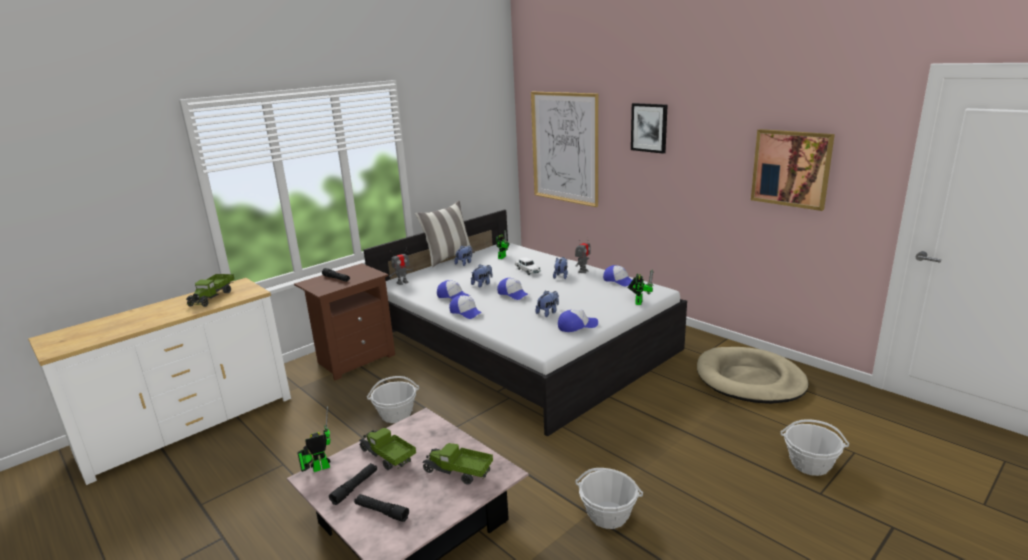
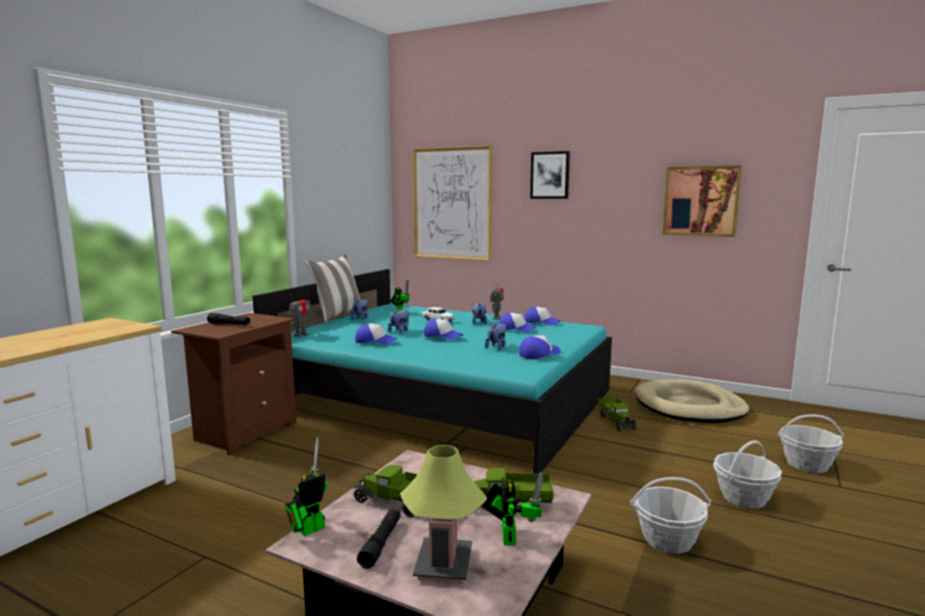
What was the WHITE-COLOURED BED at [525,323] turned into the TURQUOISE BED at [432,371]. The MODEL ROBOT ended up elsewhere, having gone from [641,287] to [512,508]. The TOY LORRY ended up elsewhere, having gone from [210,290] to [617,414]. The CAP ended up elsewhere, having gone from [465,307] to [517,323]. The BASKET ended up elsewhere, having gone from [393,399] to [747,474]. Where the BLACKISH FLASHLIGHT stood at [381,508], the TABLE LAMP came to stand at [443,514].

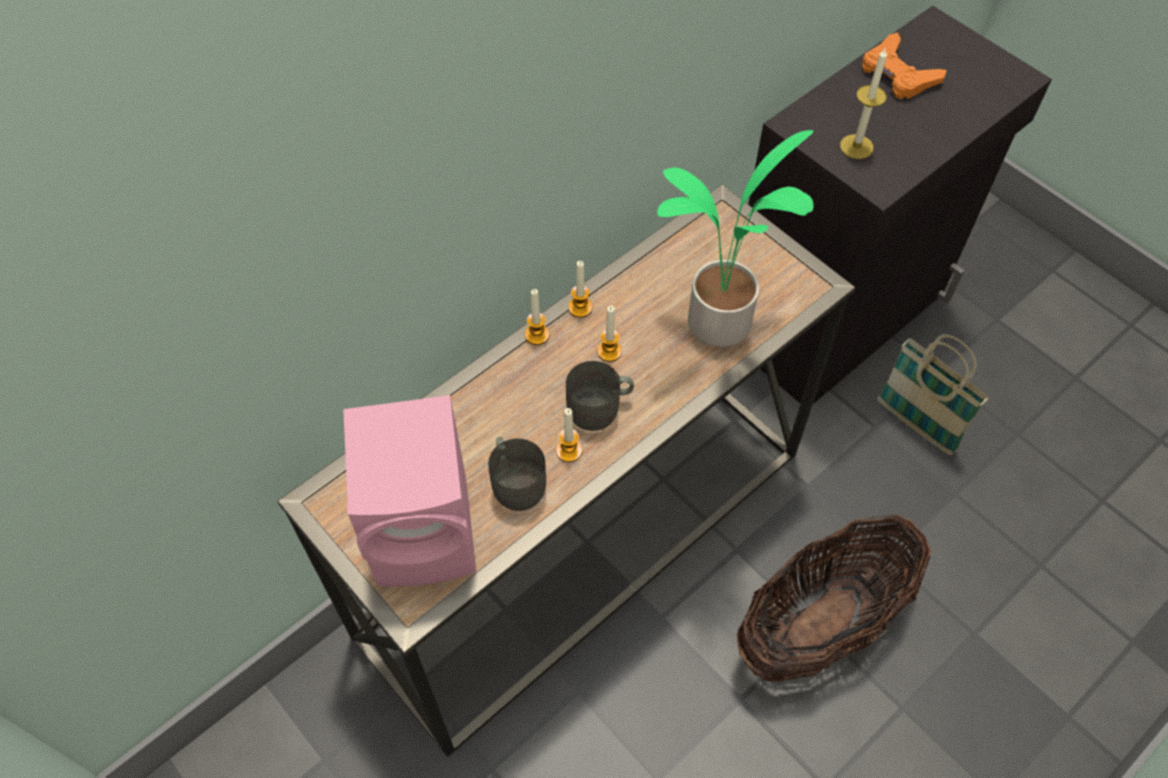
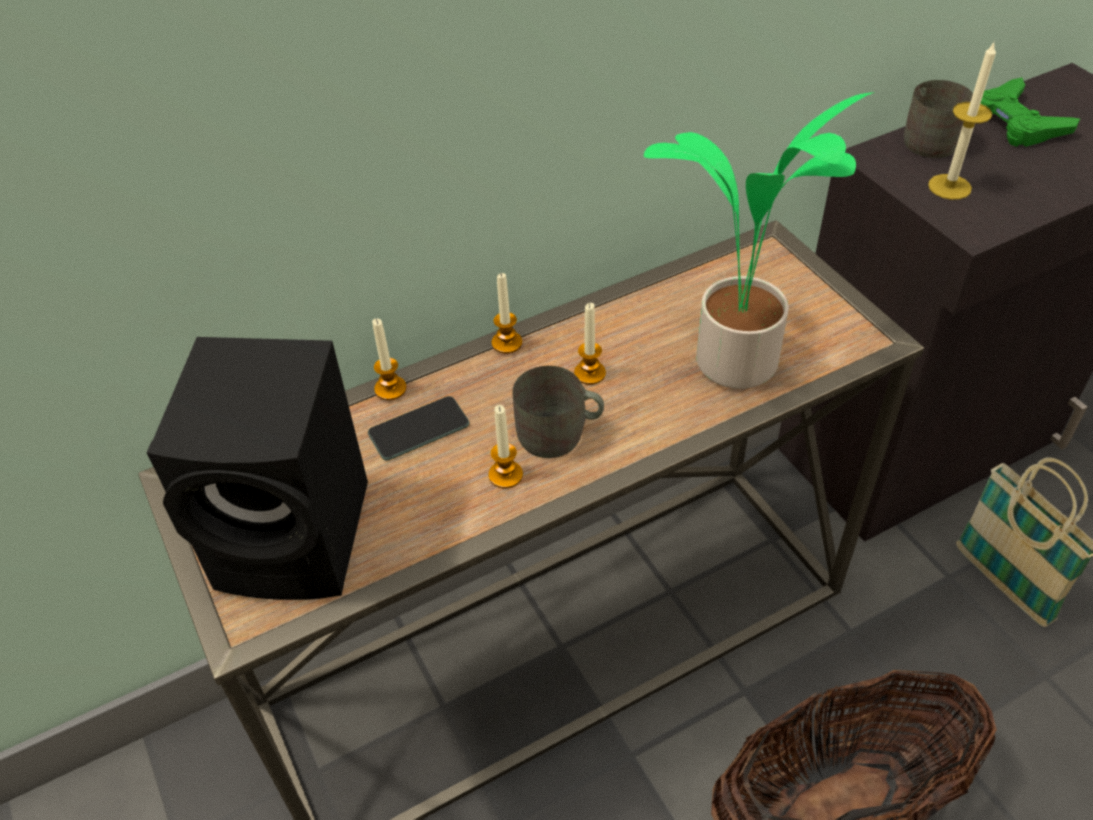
What was the ORANGE GAME CONTROLLER at [904,65] turned into the GREEN GAME CONTROLLER at [1030,112]. The WAX LIGHT ended up elsewhere, having gone from [580,289] to [389,359]. What was the PINK LOUDSPEAKER at [410,491] turned into the BLACKISH LOUDSPEAKER at [257,468]. The GREYISH COFFEE MUG ended up elsewhere, having gone from [517,474] to [938,119]. The second view gained the HANDSET at [418,428].

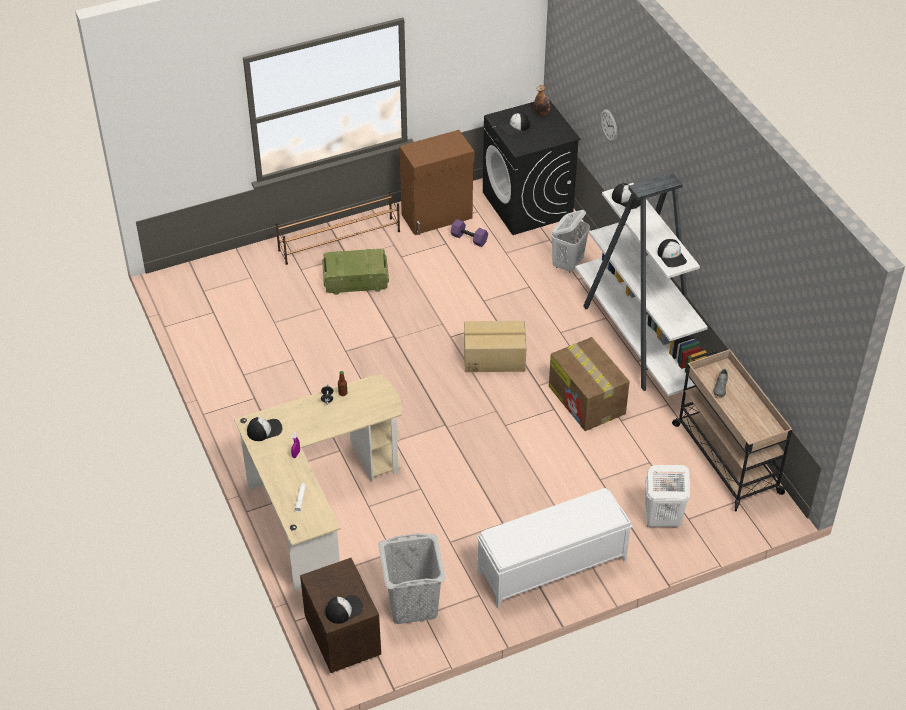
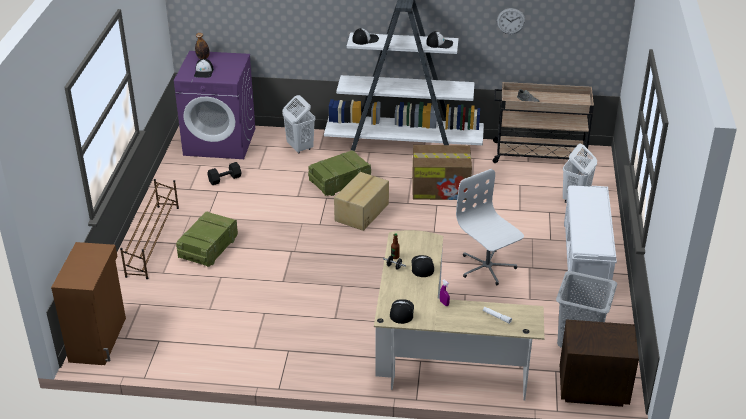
What was the BLACKISH WASHING MACHINE at [532,167] turned into the PURPLE-COLOURED WASHING MACHINE at [214,105]. The HANGING CLOCK ended up elsewhere, having gone from [609,125] to [511,21]. The BROWN-COLOURED CABINET ended up elsewhere, having gone from [437,182] to [88,303]. What was the PURPLE-COLOURED FREE WEIGHT at [469,233] turned into the BLACKISH FREE WEIGHT at [224,173]. The CAP ended up elsewhere, having gone from [344,609] to [422,266]. The second view gained the CRATE at [339,173]. The second view gained the WHITE-COLOURED OFFICE CHAIR at [490,227].

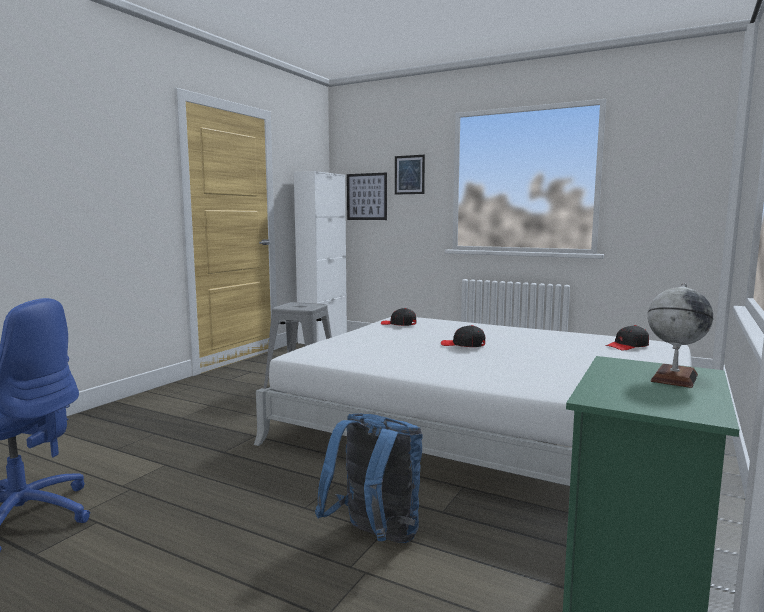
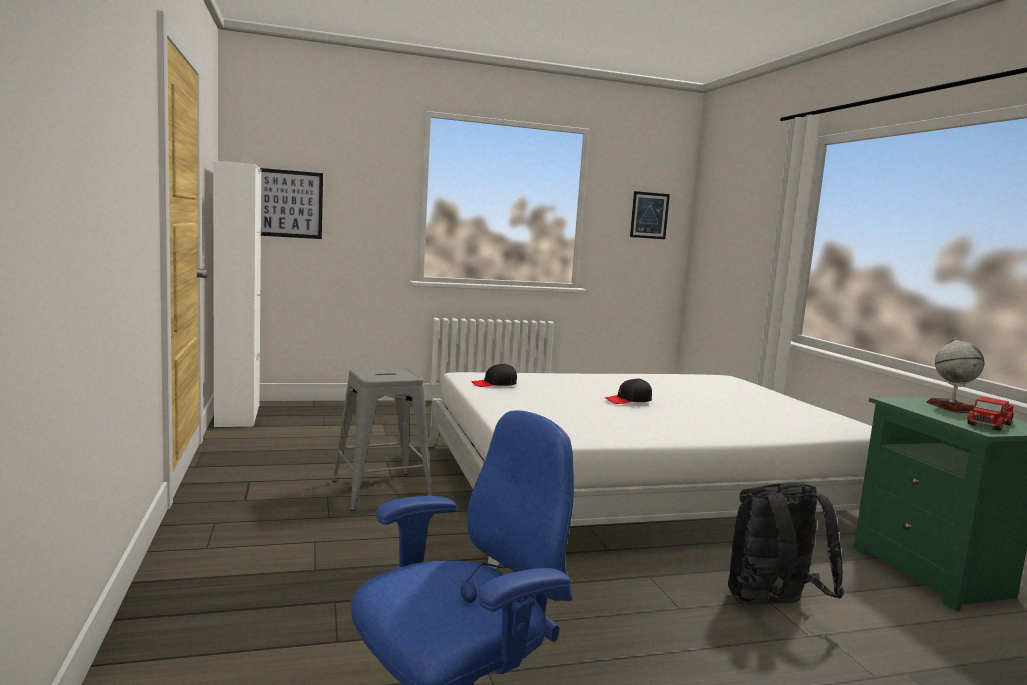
The WALL PICTURE ended up elsewhere, having gone from [410,175] to [650,215]. The second view lost the BLACKISH CAP at [627,337]. What was the BLUE RUCKSACK at [369,478] turned into the BLACKISH RUCKSACK at [786,544]. The second view gained the TOY LORRY at [990,414].

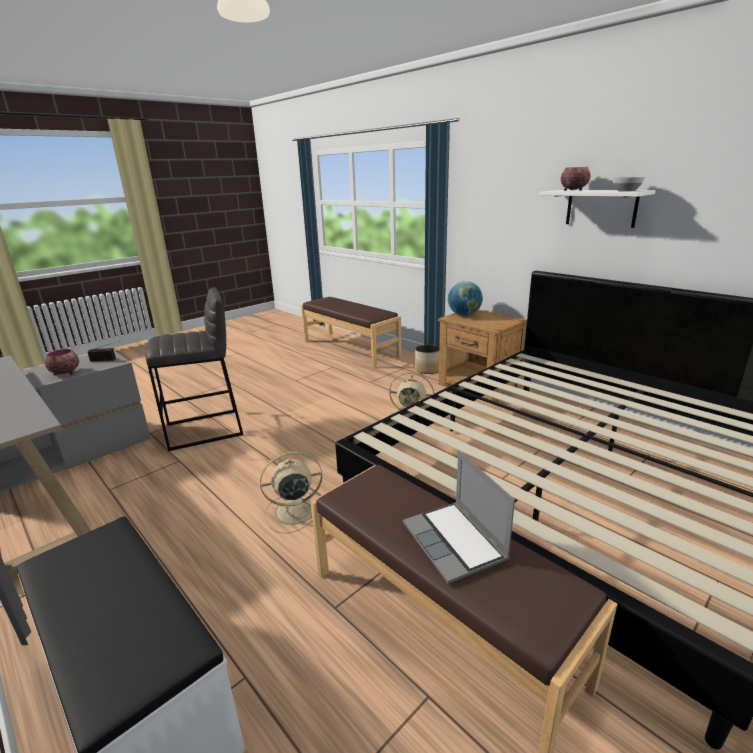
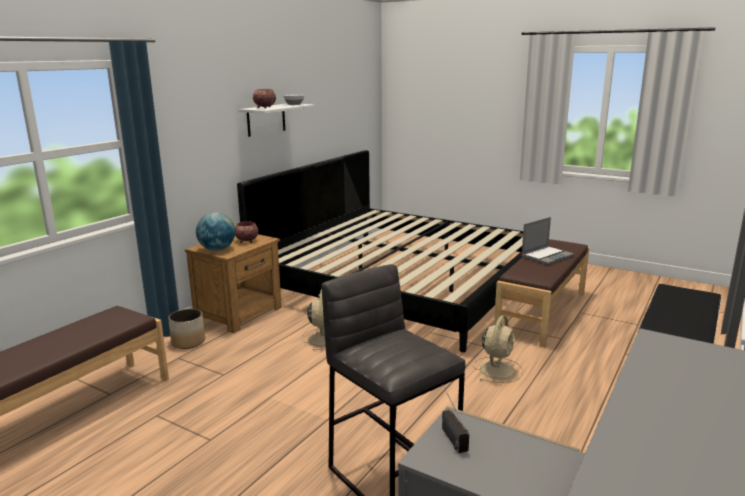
The SERVING BOWL ended up elsewhere, having gone from [62,362] to [246,232]. The BEIGE-COLOURED COOLING FAN at [291,492] ended up facing another way, 120 degrees counterclockwise from before.

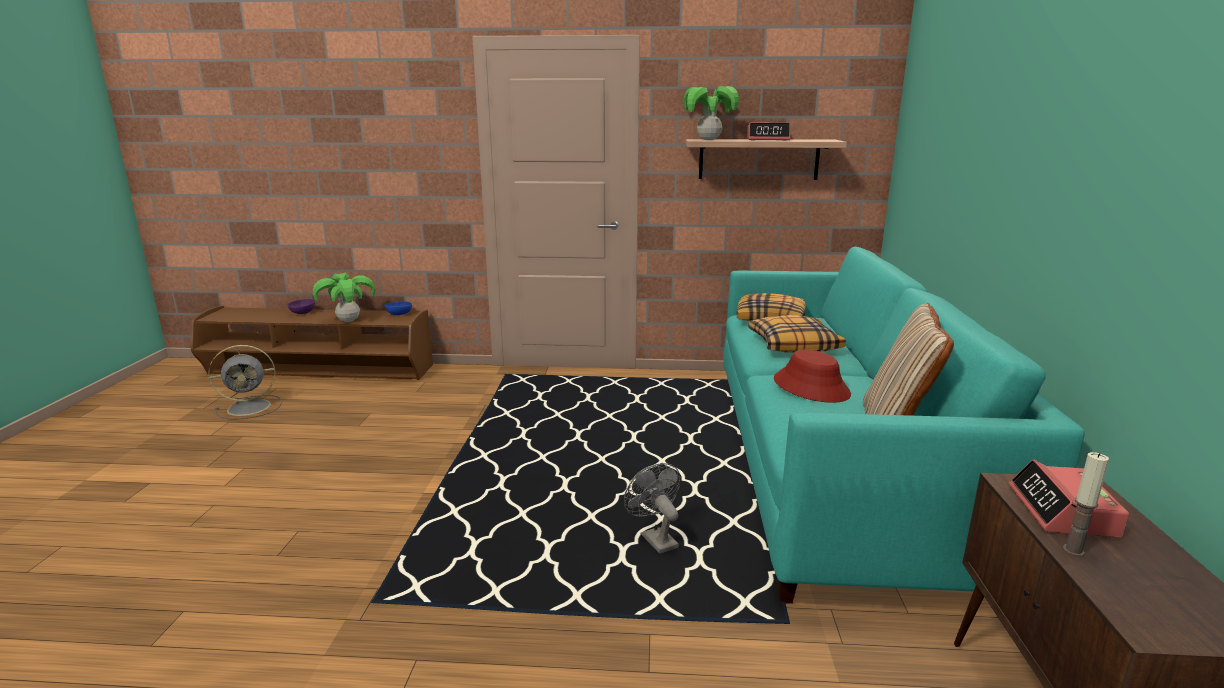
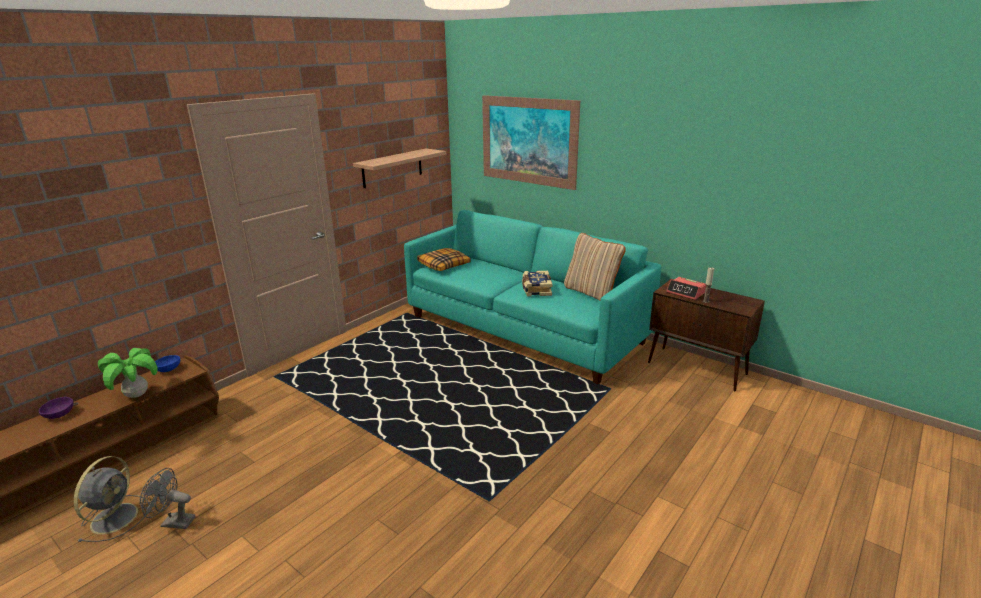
The second view lost the HOUSEPLANT at [711,113]. The second view lost the BEDSIDE CLOCK at [768,132]. The second view lost the PILLOW at [797,334]. Where the RED CLOTHING HAT stood at [812,376], the BOOK came to stand at [537,283]. The GREYISH COOLING FAN ended up elsewhere, having gone from [652,508] to [167,498]. The second view gained the WALL PICTURE at [531,142].

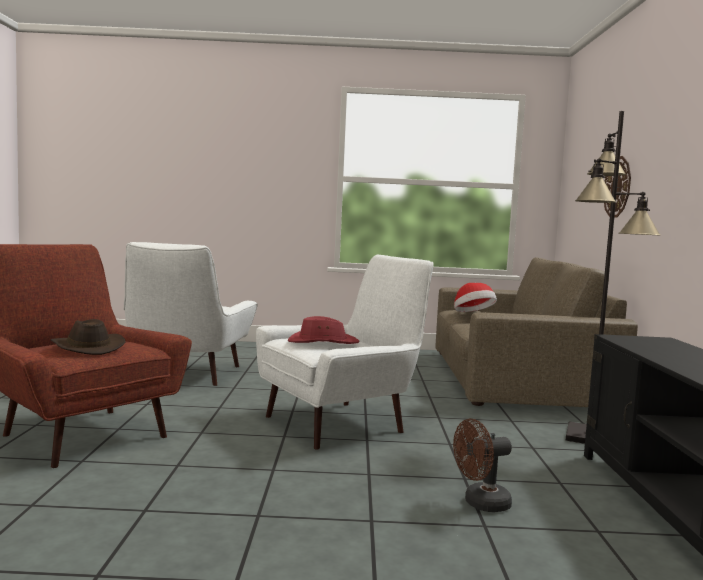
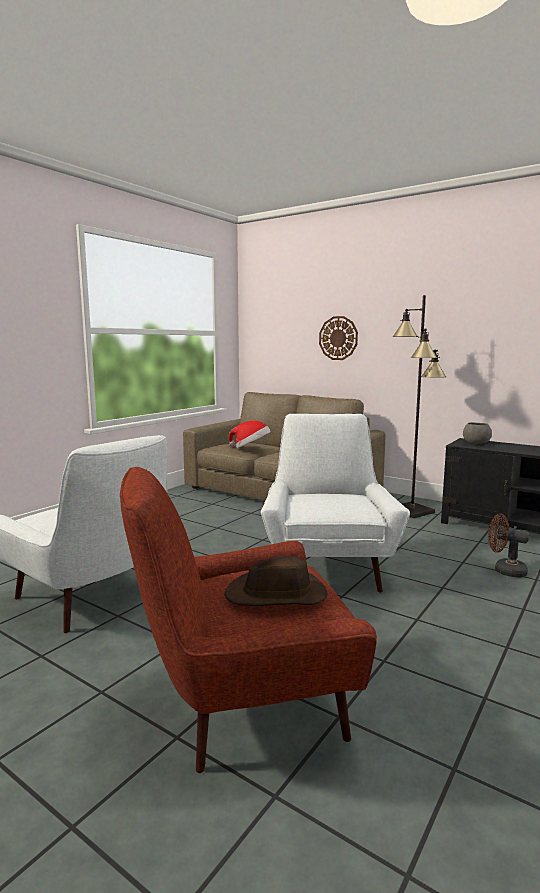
The second view lost the RED CLOTHING HAT at [324,330]. The BROWN-COLOURED COOLING FAN at [482,465] ended up facing another way, 105 degrees clockwise from before. The second view gained the GREYISH SERVING BOWL at [477,433].

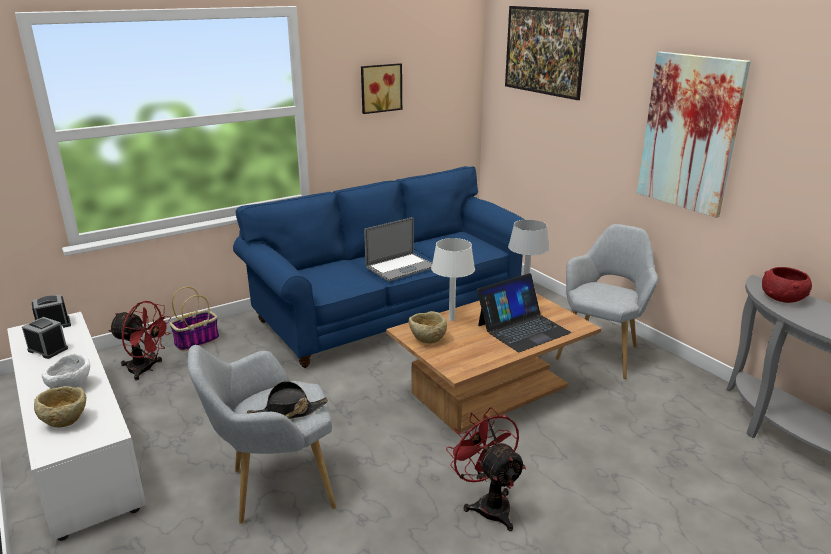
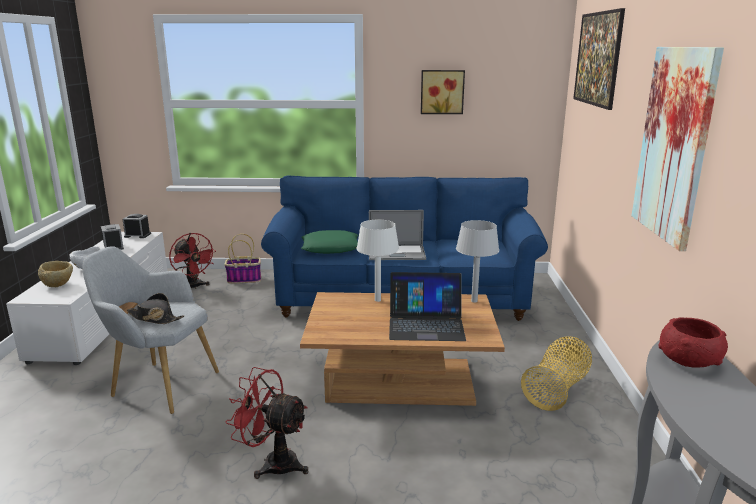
Where the GREYISH ARMCHAIR stood at [607,301], the BASKET came to stand at [556,373]. The second view lost the BEIGE-COLOURED SERVING BOWL at [428,327]. The RED COOLING FAN at [486,469] ended up facing another way, 75 degrees counterclockwise from before. The second view gained the GREEN PILLOW at [329,242].

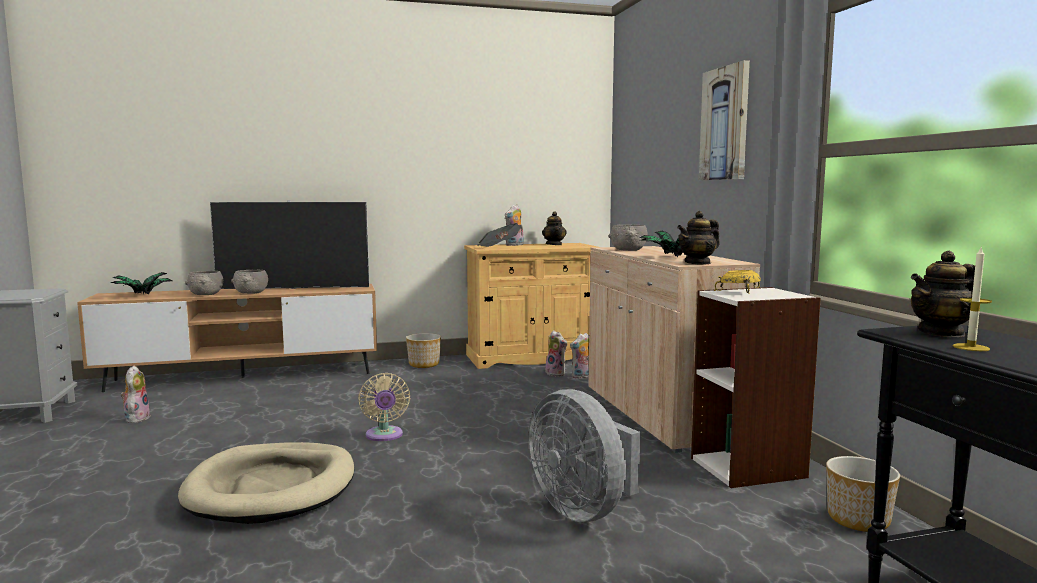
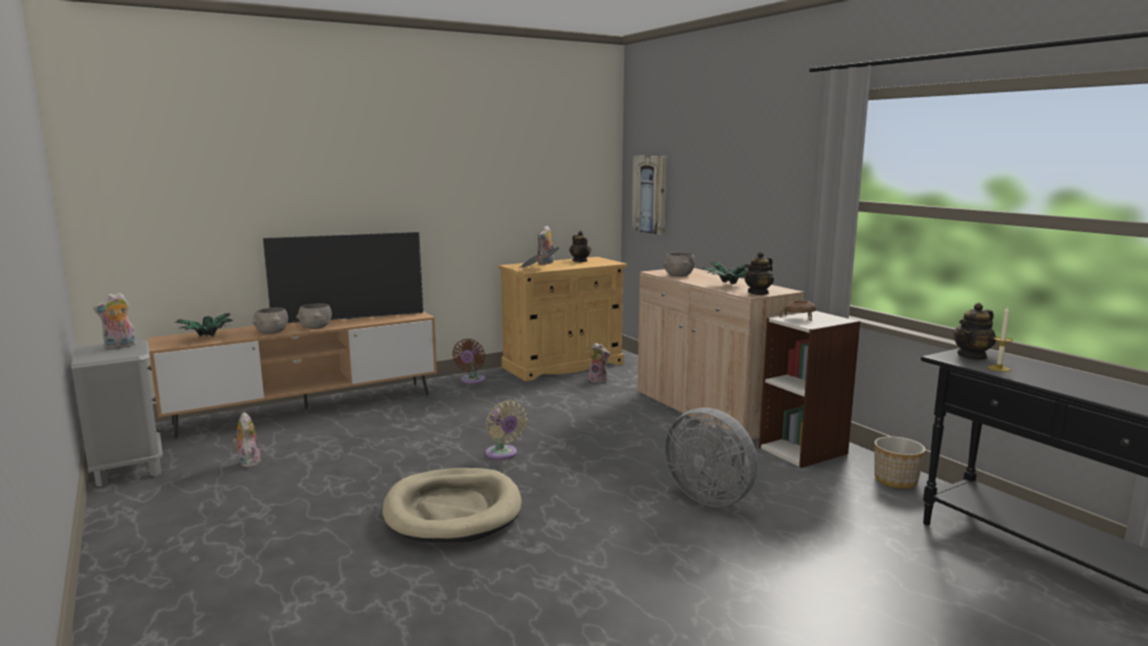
The WALL PICTURE ended up elsewhere, having gone from [724,120] to [649,195]. What was the YELLOWISH SERVING BOWL at [737,282] turned into the BROWN-COLOURED SERVING BOWL at [798,310]. Where the FLOWER POT stood at [423,350], the BROWN-COLOURED COOLING FAN came to stand at [469,361]. The SOFT TOY ended up elsewhere, having gone from [579,356] to [114,320].

